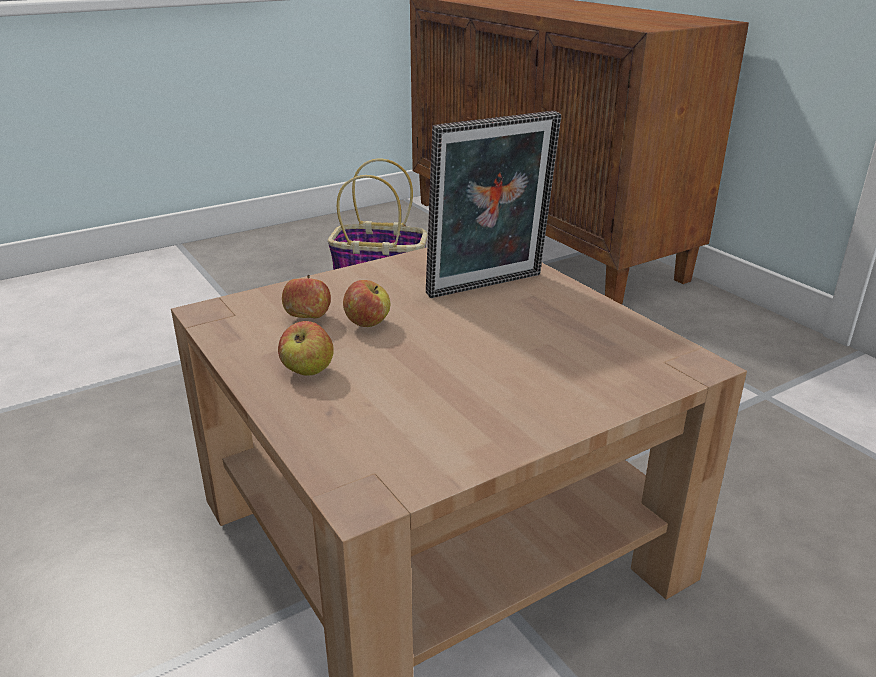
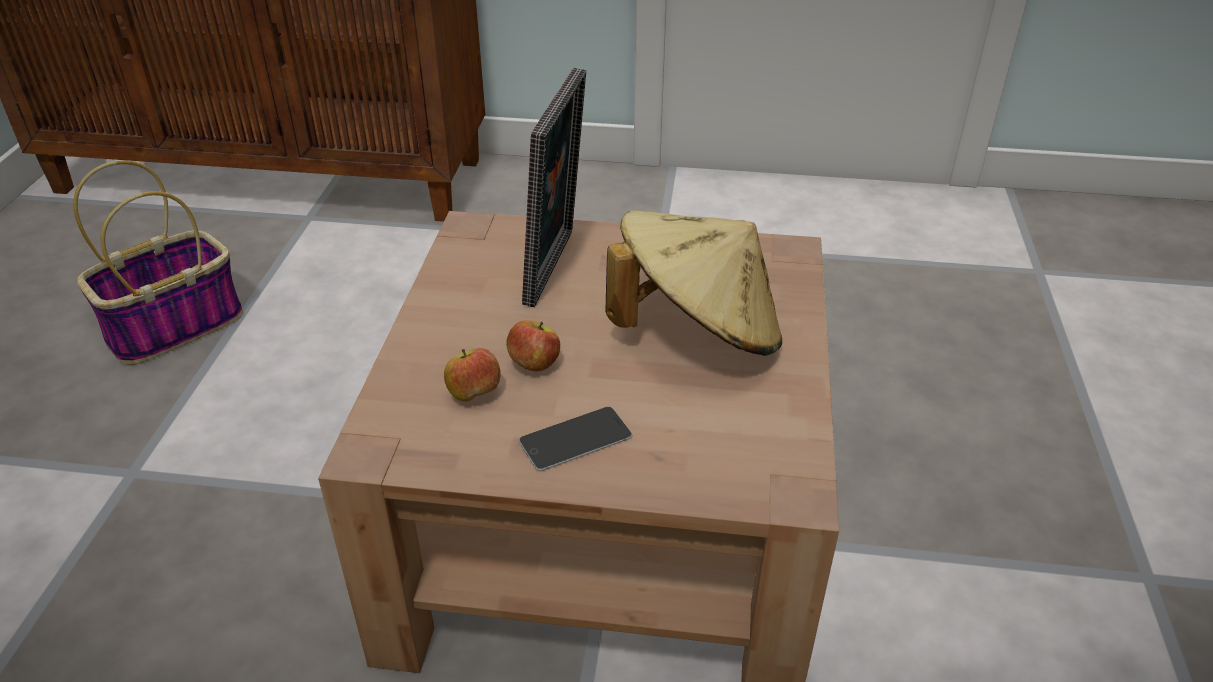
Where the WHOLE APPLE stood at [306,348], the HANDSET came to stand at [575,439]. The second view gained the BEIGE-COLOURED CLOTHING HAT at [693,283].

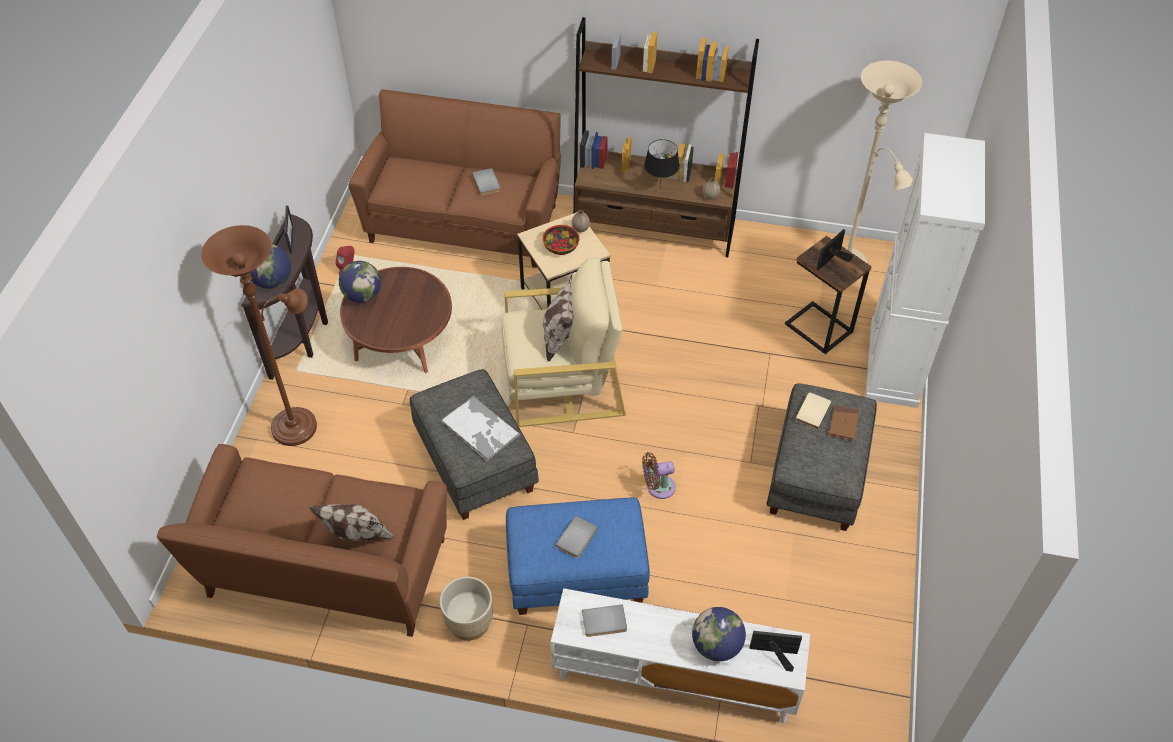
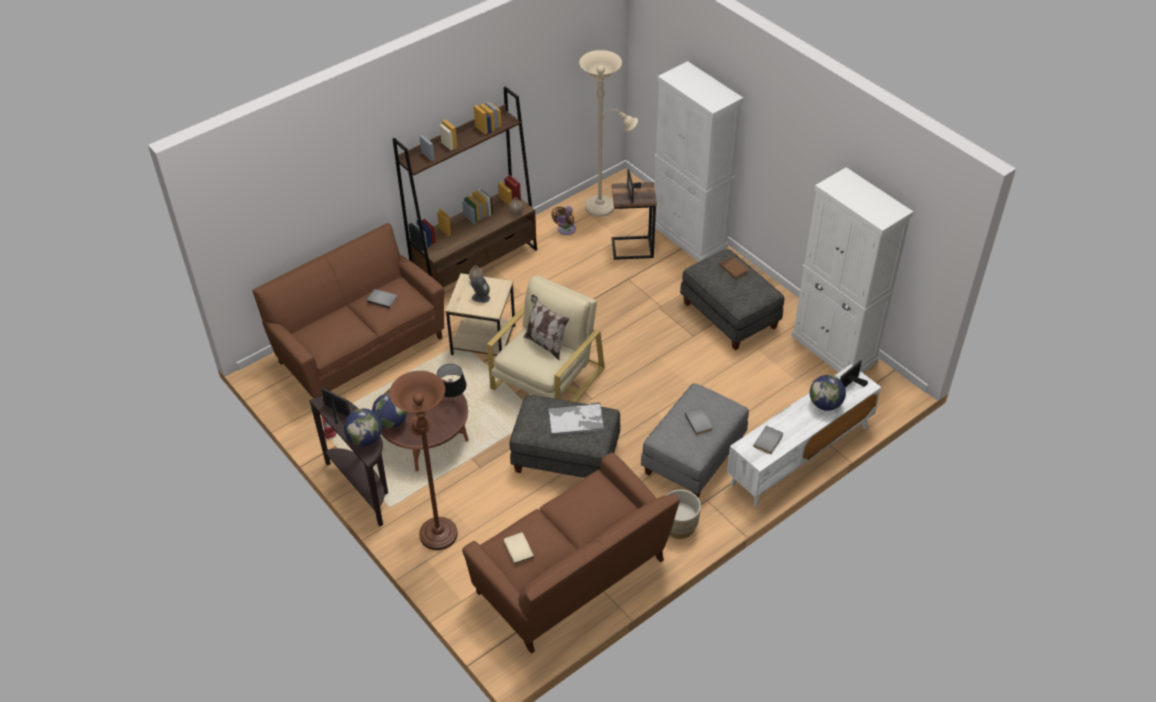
The BLACKISH TABLE LAMP ended up elsewhere, having gone from [662,164] to [452,381]. Where the SERVING BOWL stood at [560,240], the GREYISH LOUDSPEAKER came to stand at [480,289]. The BEIGE-COLOURED BOOK ended up elsewhere, having gone from [814,411] to [519,548]. The BROWN-COLOURED COOLING FAN ended up elsewhere, having gone from [659,475] to [563,220]. What was the BLUE OTTOMAN at [578,556] turned into the GREYISH OTTOMAN at [695,440]. The second view lost the PILLOW at [352,522]. The second view gained the WHITE-COLOURED CABINET at [852,270].

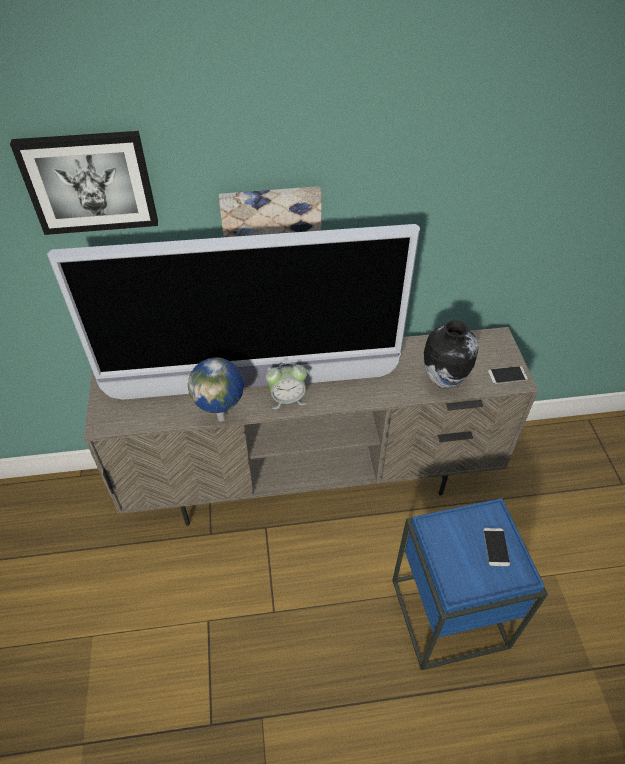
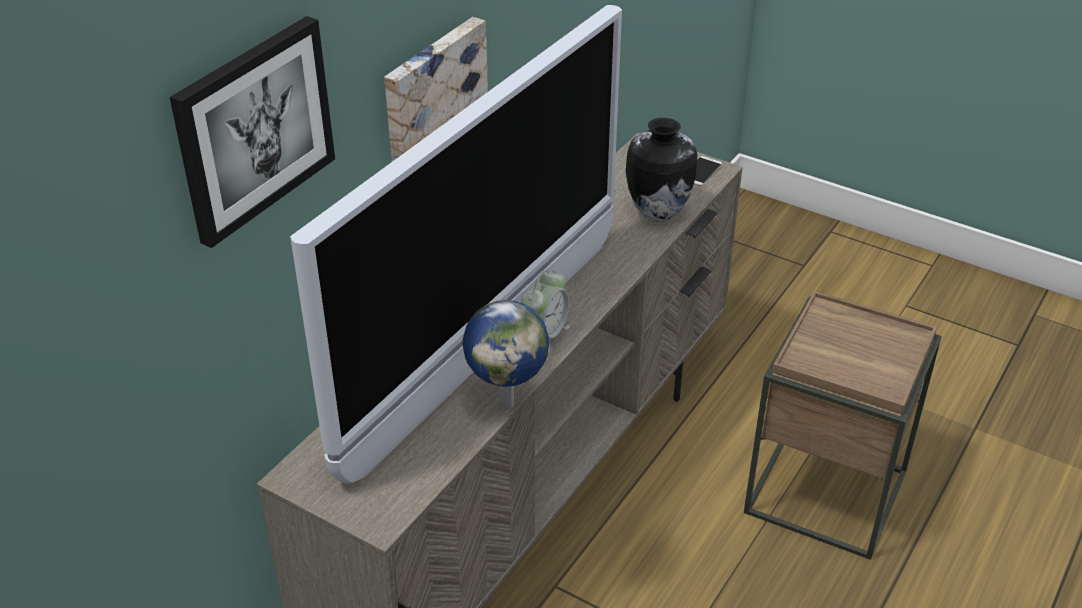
What was the BLUE ACCENT TABLE at [470,584] turned into the BROWN-COLOURED ACCENT TABLE at [843,425]. The second view lost the HANDSET at [496,547].

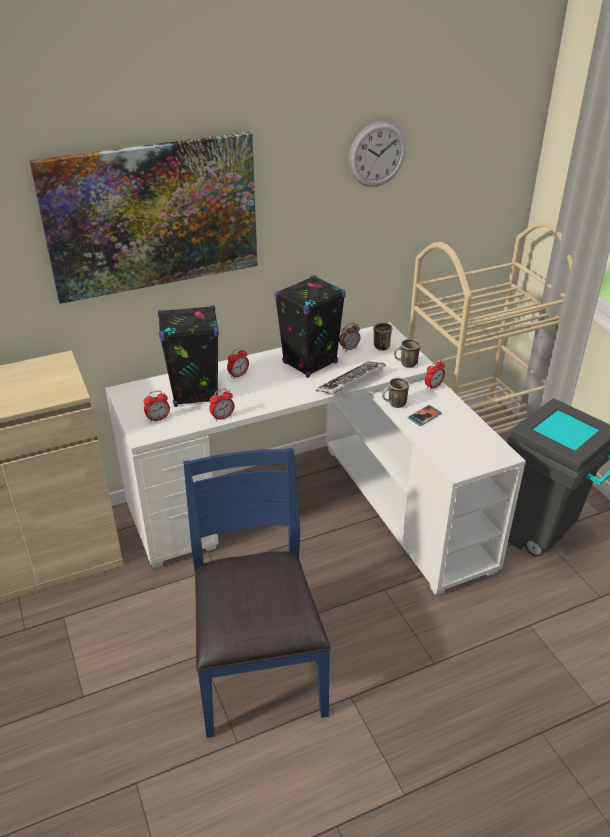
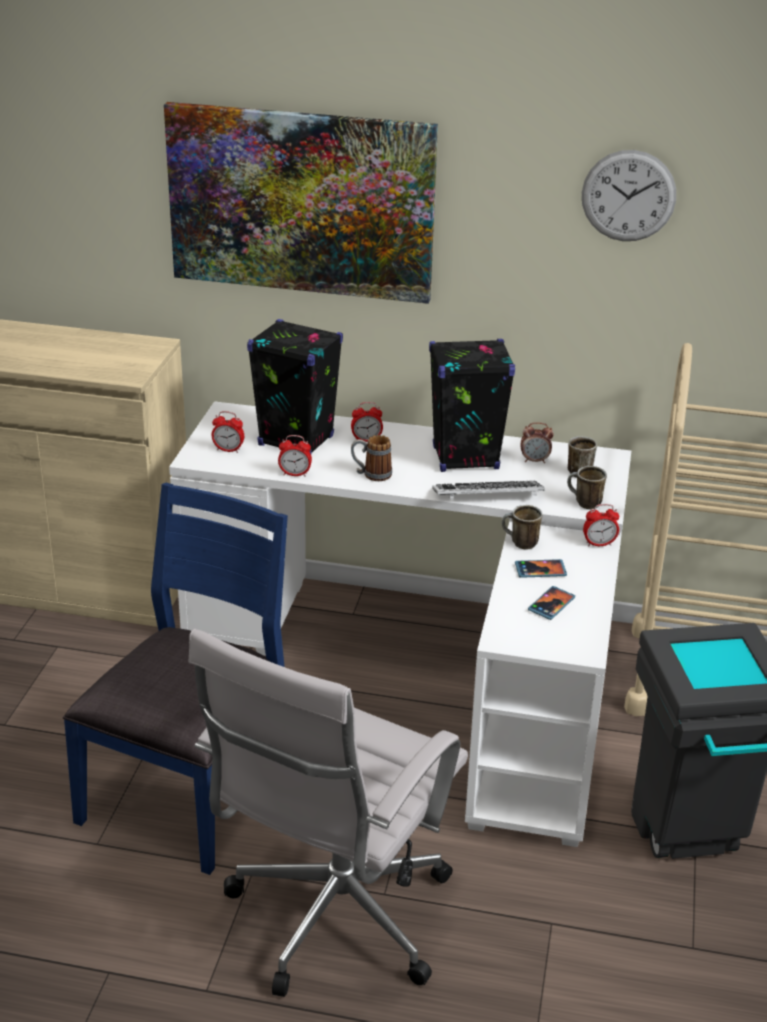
The second view gained the COFFEE MUG at [371,458]. The second view gained the HANDSET at [551,603]. The second view gained the WHITE-COLOURED OFFICE CHAIR at [328,813].

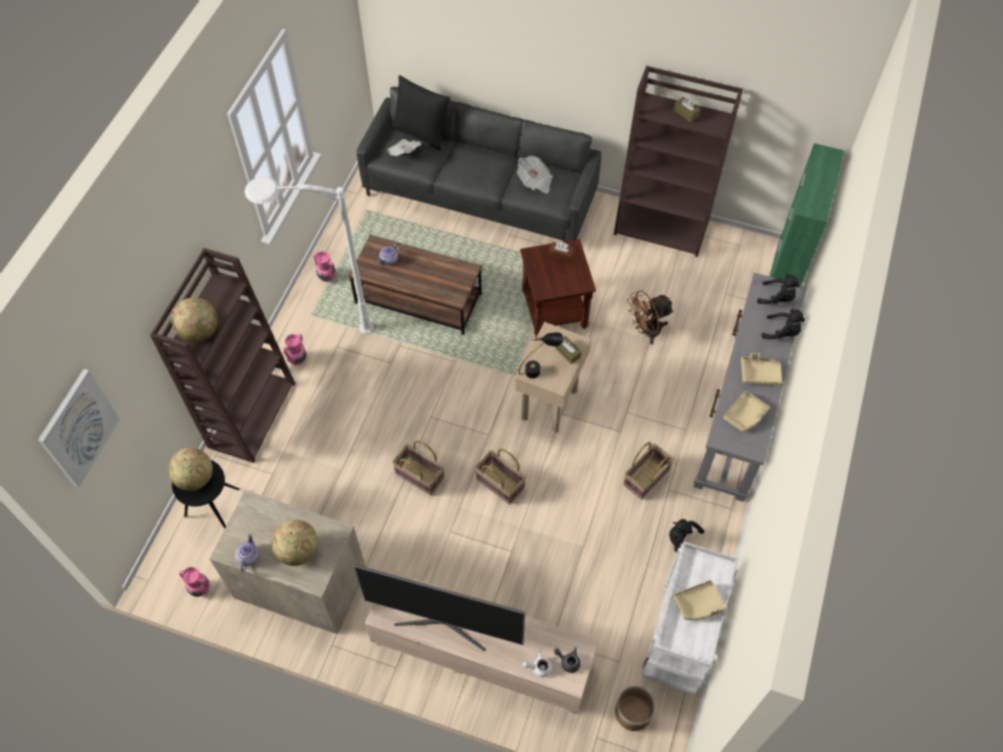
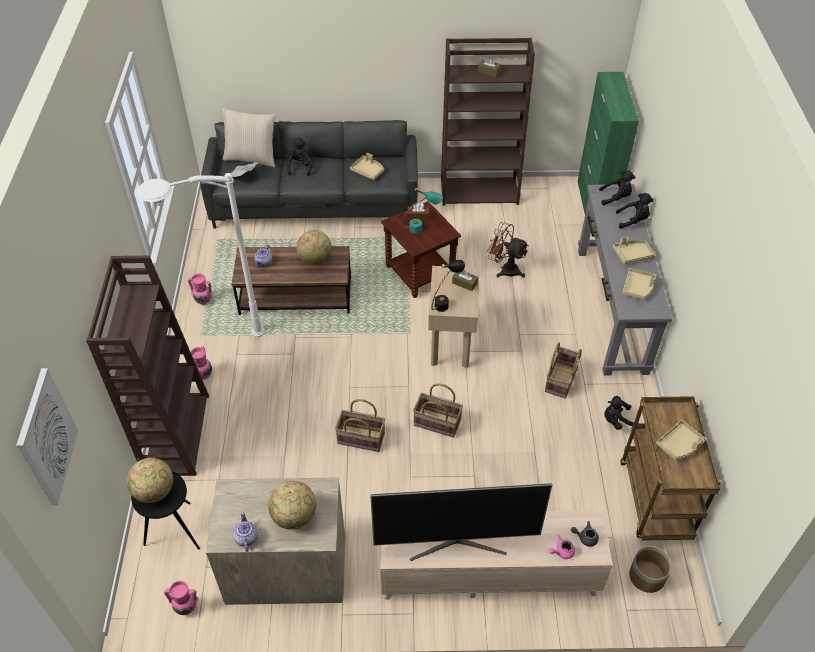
What was the BLACKISH PILLOW at [420,113] turned into the BEIGE-COLOURED PILLOW at [248,137]. Where the NEWSPAPER stood at [535,174], the BEIGE-COLOURED SERVING TRAY came to stand at [367,166]. The BROWN-COLOURED COOLING FAN at [650,317] ended up facing another way, 75 degrees clockwise from before. The DESK GLOBE ended up elsewhere, having gone from [194,319] to [314,247]. What was the WHITE-COLOURED WHEELED CART at [690,618] turned into the BROWN-COLOURED WHEELED CART at [670,468]. What was the WHITE-COLOURED POT FOR TEA at [537,664] turned into the PINK POT FOR TEA at [562,547]. The second view gained the BLACKISH SOFT TOY at [298,157]. The second view gained the TURQUOISE TABLE LAMP at [422,211].

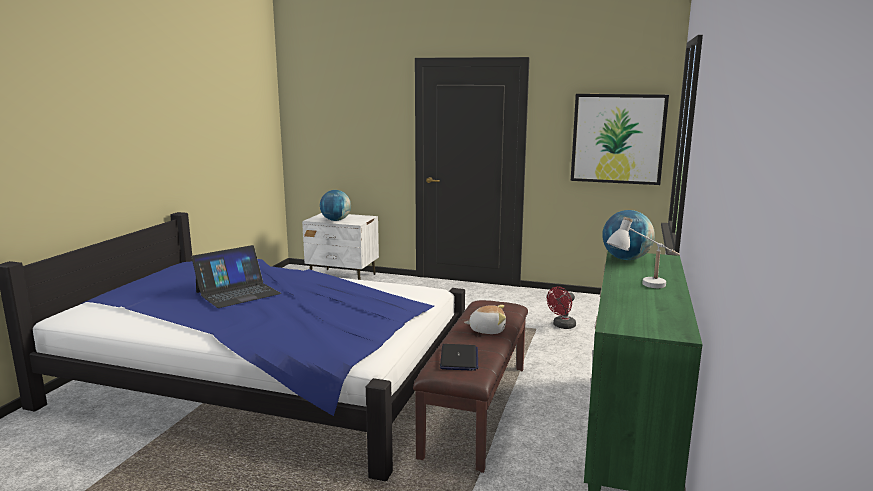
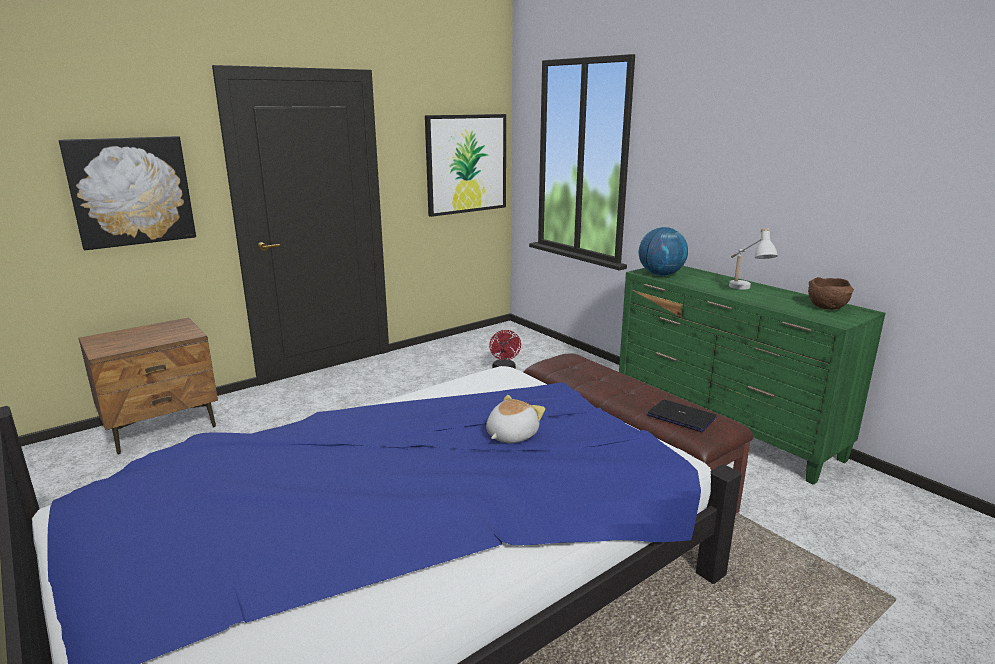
The second view lost the DESK GLOBE at [335,205]. What was the WHITE-COLOURED BEDSIDE TABLE at [340,246] turned into the BROWN-COLOURED BEDSIDE TABLE at [148,386]. The second view lost the LAPTOP at [236,276]. The SOFT TOY ended up elsewhere, having gone from [485,319] to [515,419]. The second view gained the WALL PICTURE at [127,193]. The second view gained the BROWN-COLOURED SERVING BOWL at [831,293].

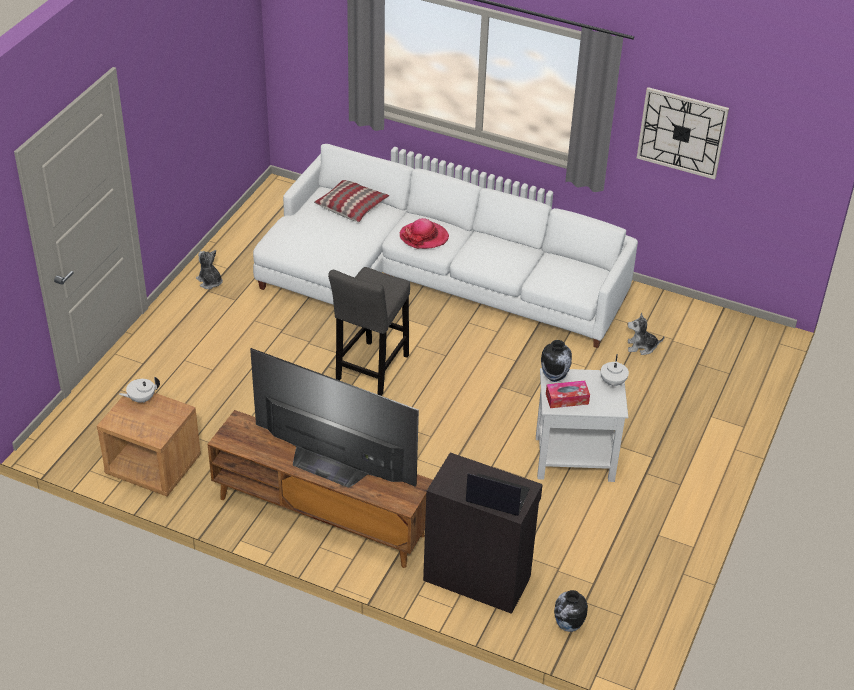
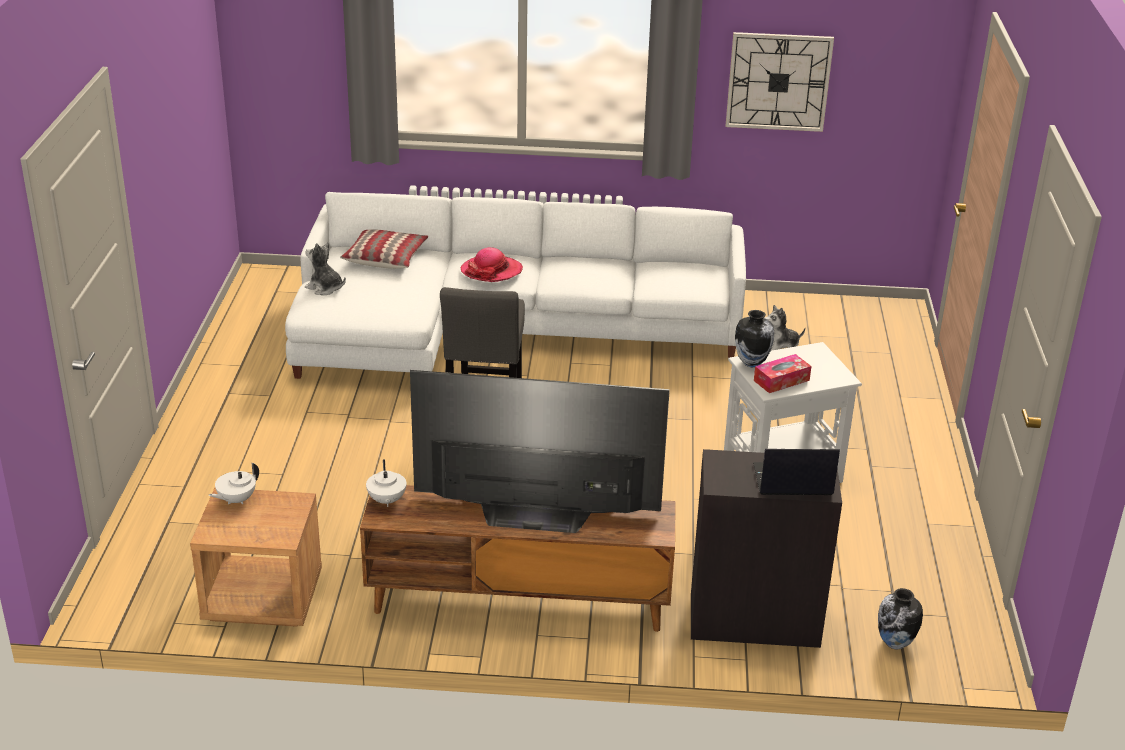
The SOFT TOY ended up elsewhere, having gone from [209,269] to [325,268]. The WHITE-COLOURED POT FOR TEA ended up elsewhere, having gone from [614,371] to [386,483].

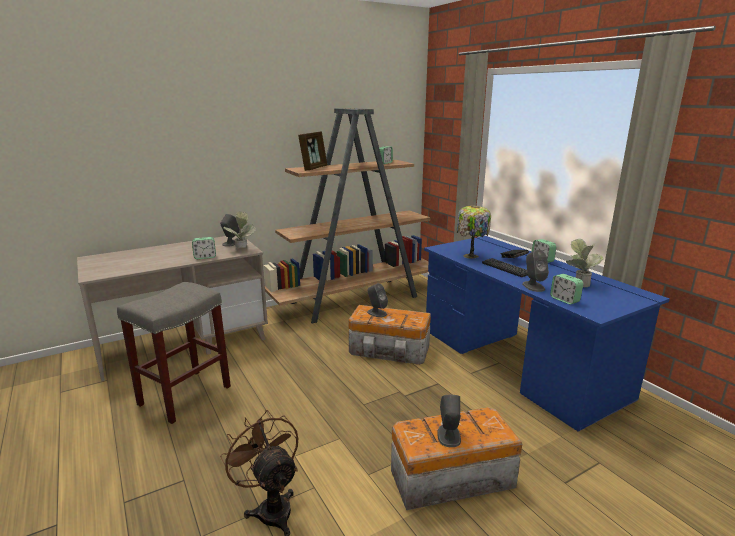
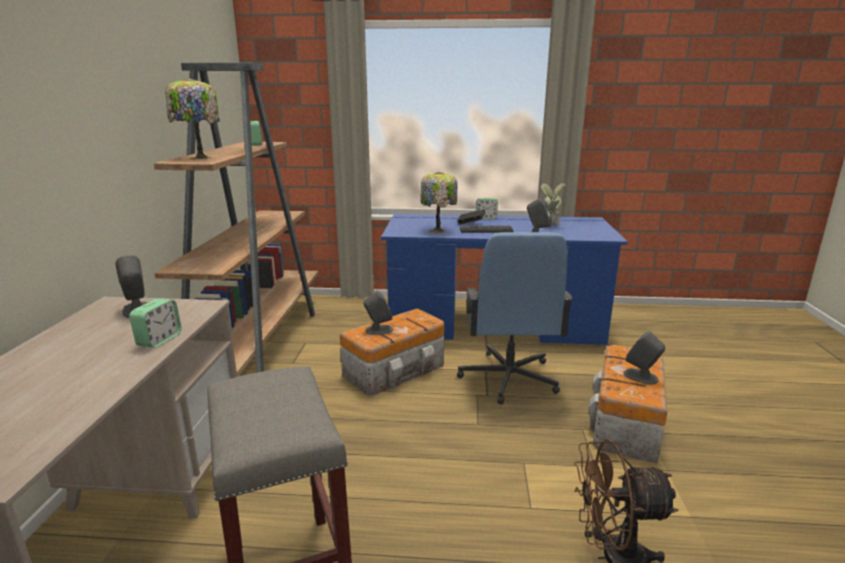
Where the STANDING FRAME stood at [312,151], the TABLE LAMP came to stand at [192,118]. The second view lost the HOUSEPLANT at [239,230]. The second view lost the BEDSIDE CLOCK at [566,289]. The second view gained the BLUE OFFICE CHAIR at [515,318].

